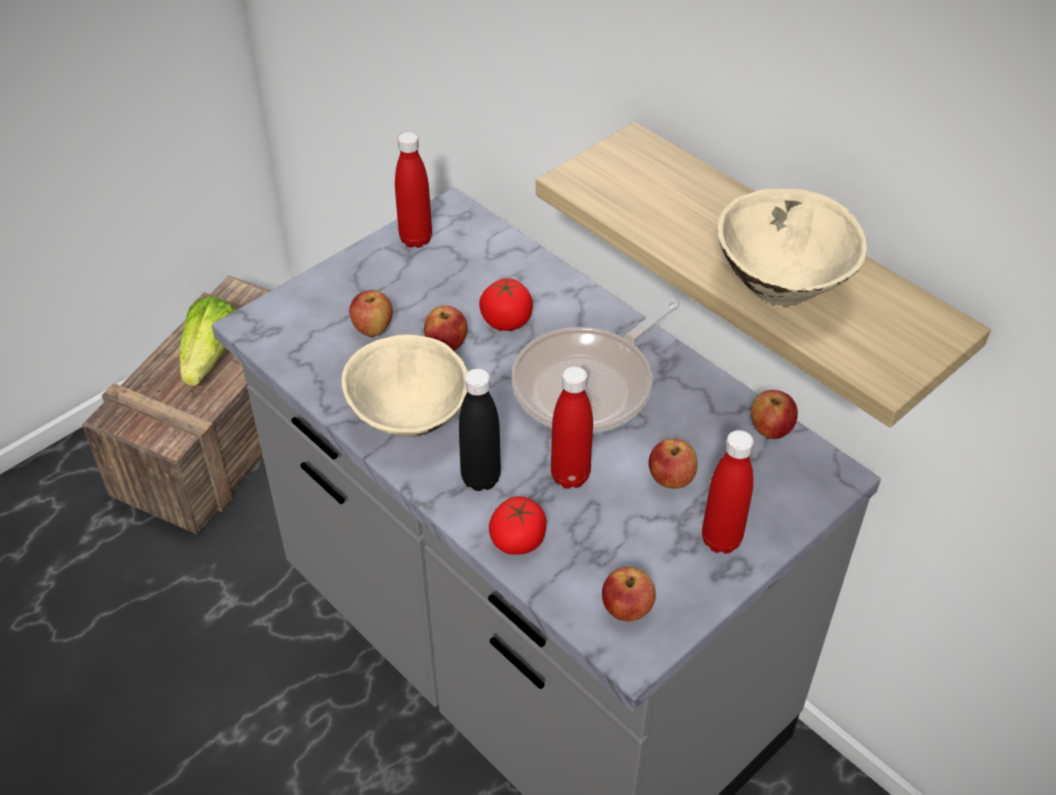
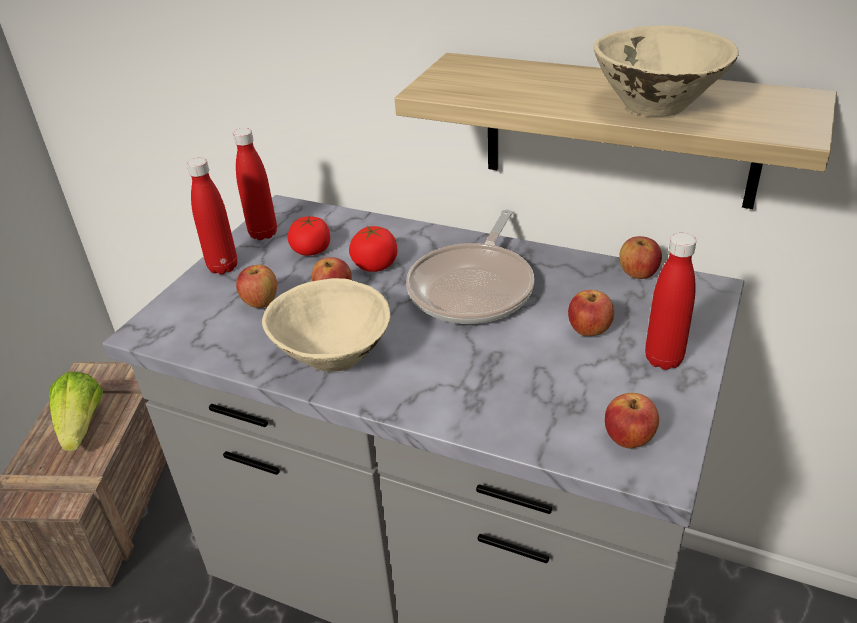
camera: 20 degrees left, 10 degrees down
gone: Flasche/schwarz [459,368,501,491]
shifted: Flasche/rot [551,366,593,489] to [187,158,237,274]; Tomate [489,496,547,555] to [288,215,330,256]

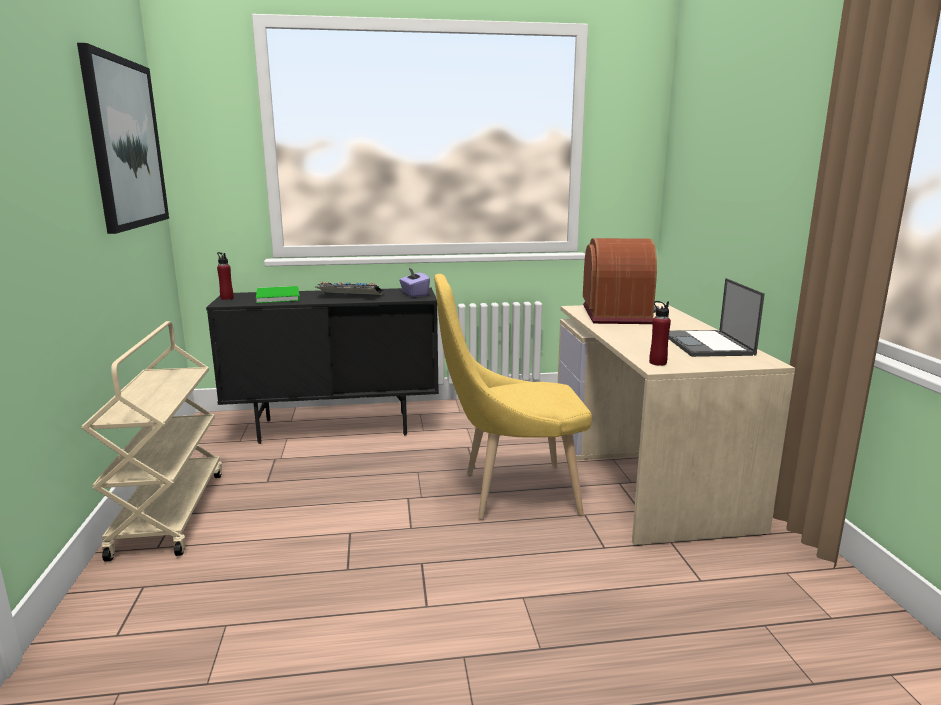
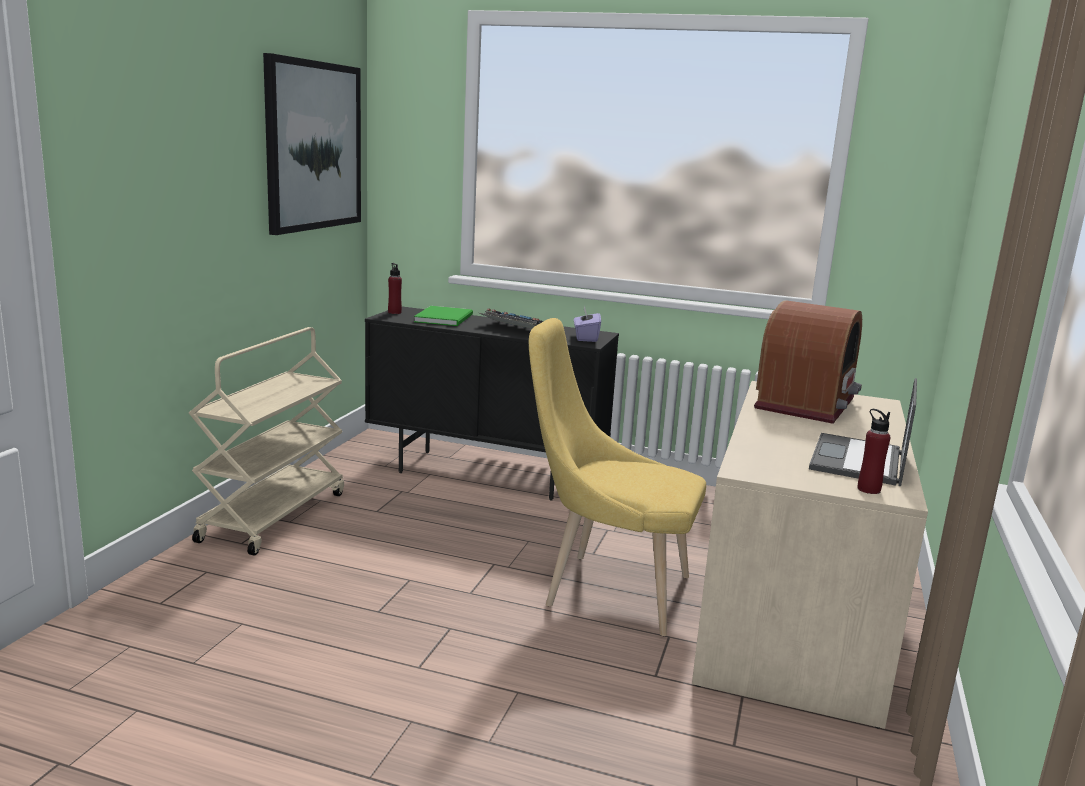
camera: 25 degrees right, 0 degrees up
shifted: Flasche/rot [649,301,671,366] to [857,409,890,494]

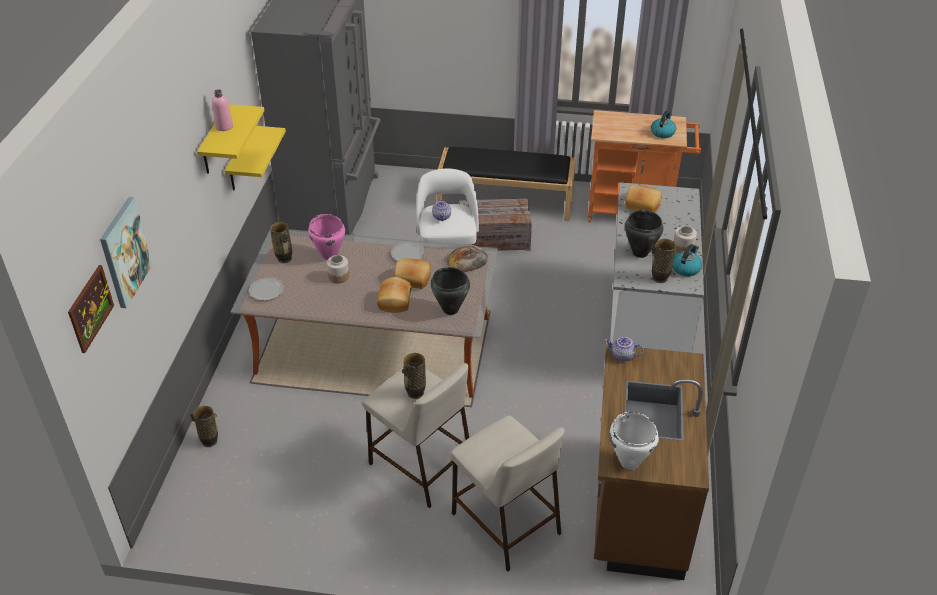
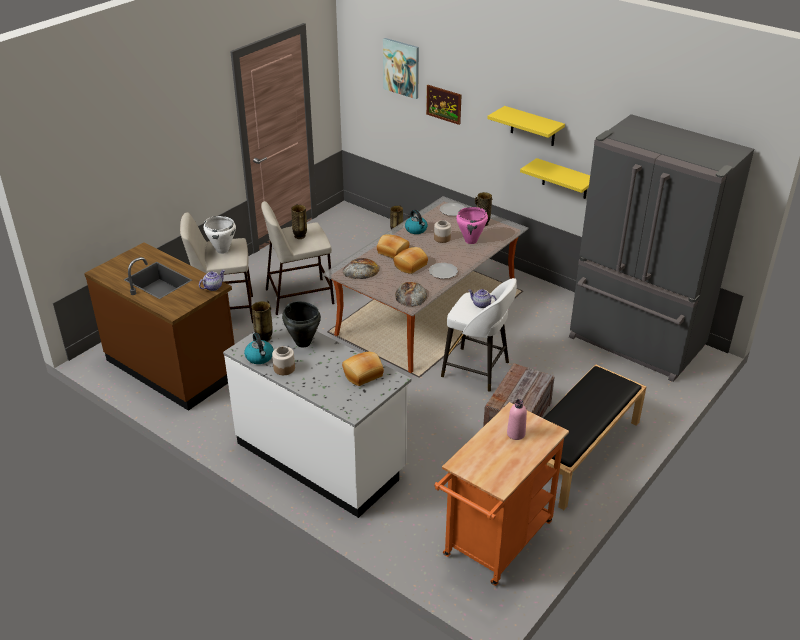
camera: 120 degrees right, 5 degrees down
shifted: Kochtopf/weiß [610,412,659,470] to [204,216,236,254]; Wasserkessel [651,111,676,138] to [405,210,428,234]; Bild [68,265,114,353] to [426,85,462,125]; Flasche/rosa [212,89,233,131] to [507,399,527,440]
swapped: Kochtopf/schwarz [431,267,470,315] to Brot [342,258,379,279]

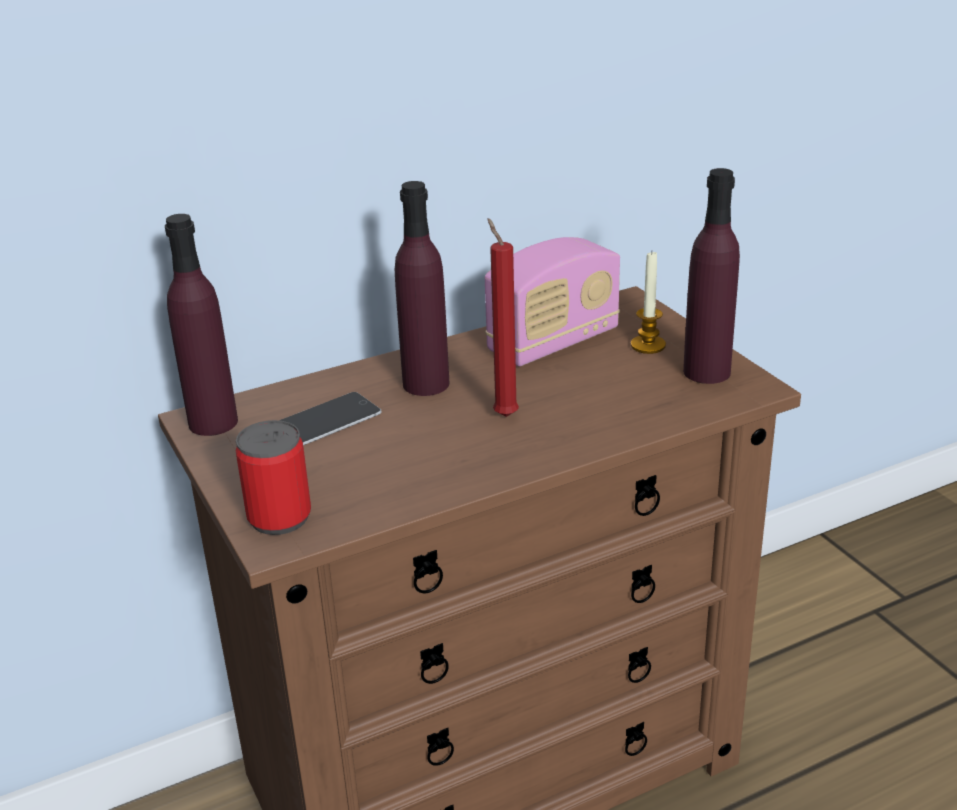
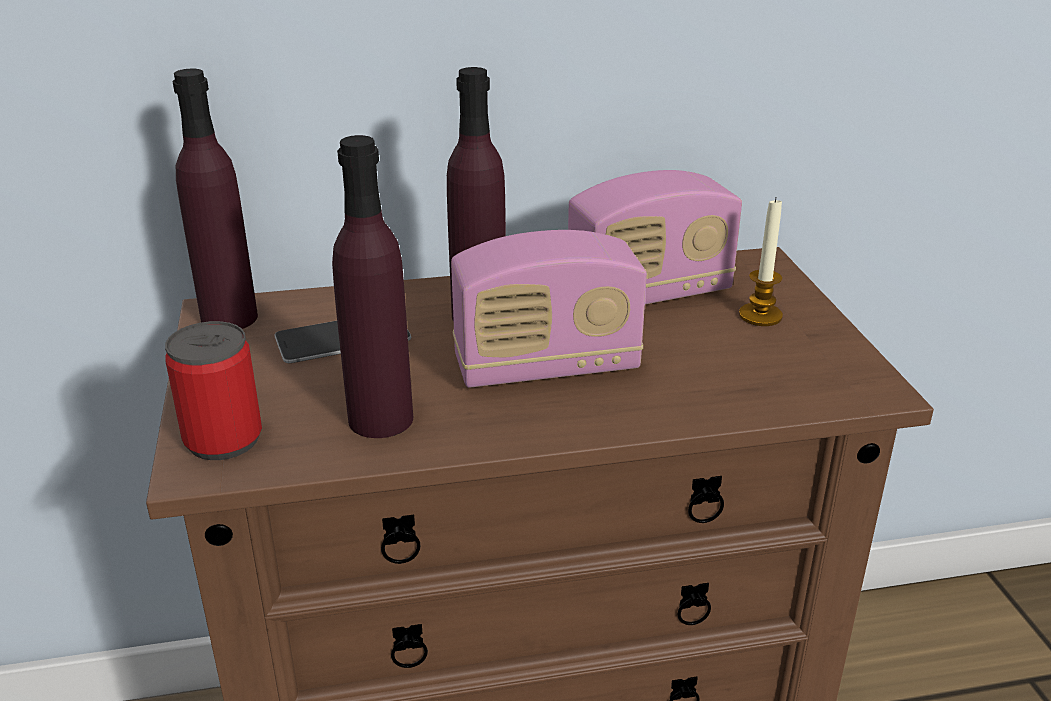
camera: 15 degrees right, 0 degrees up
shifted: Flasche/lila [683,168,740,384] to [332,135,413,438]
swapped: Kerze/rot [487,218,519,417] to Radio [451,230,647,388]

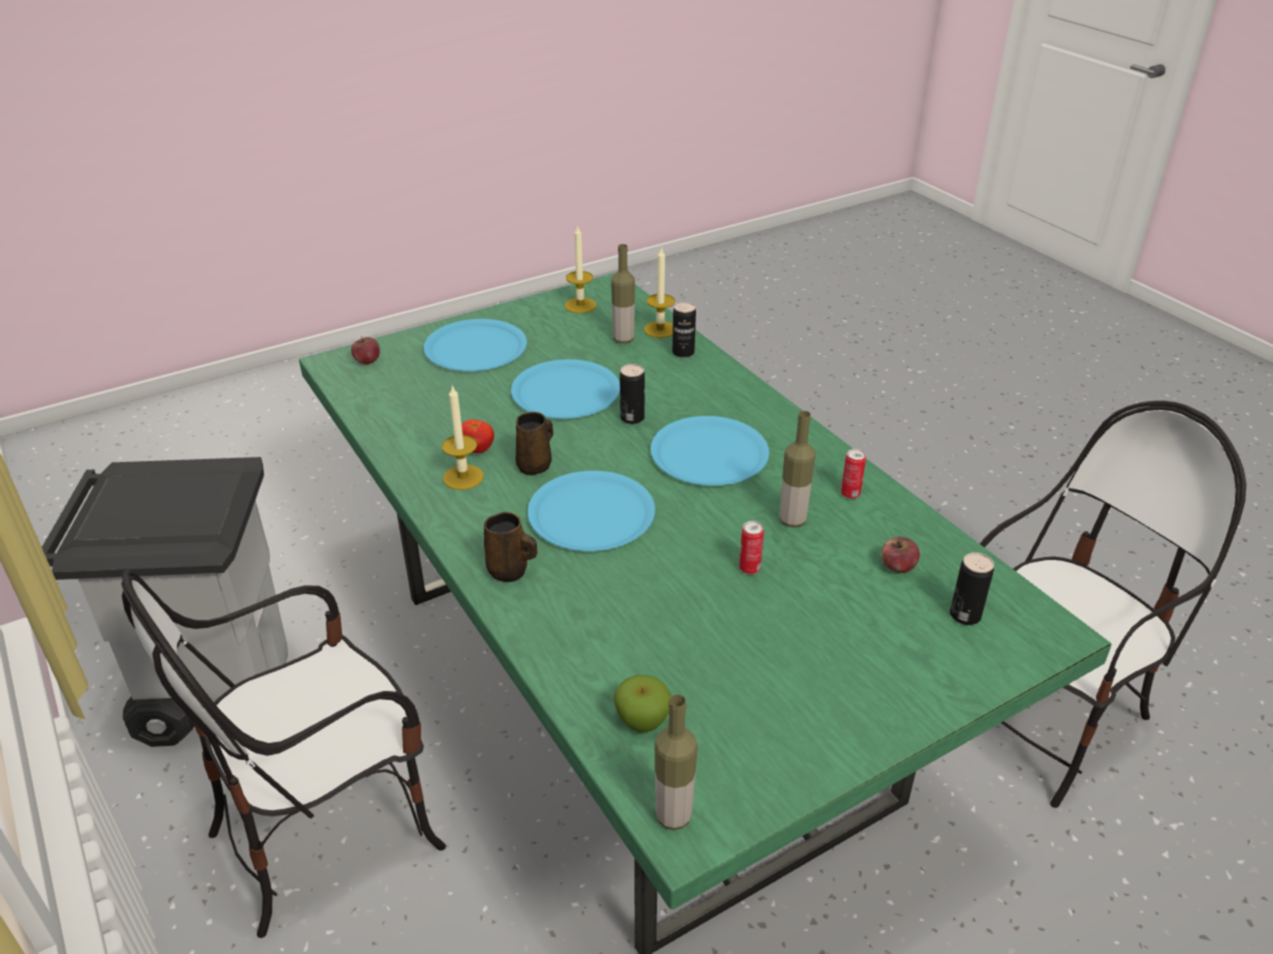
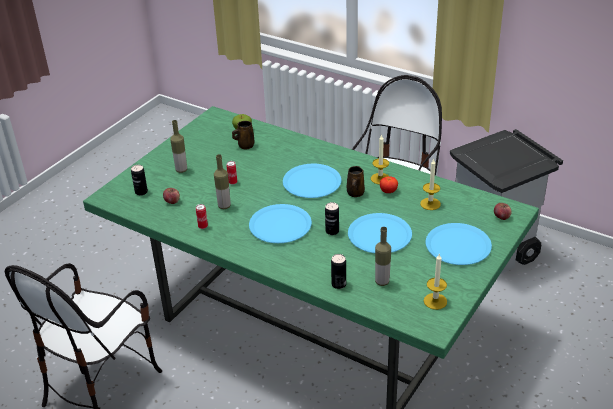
camera: 155 degrees right, 0 degrees up
shifted: Flasche [655,694,698,830] to [170,120,187,173]; Henkelbecher/braun [484,512,537,582] to [232,121,254,150]; Kerze [644,247,675,338] to [420,159,441,210]

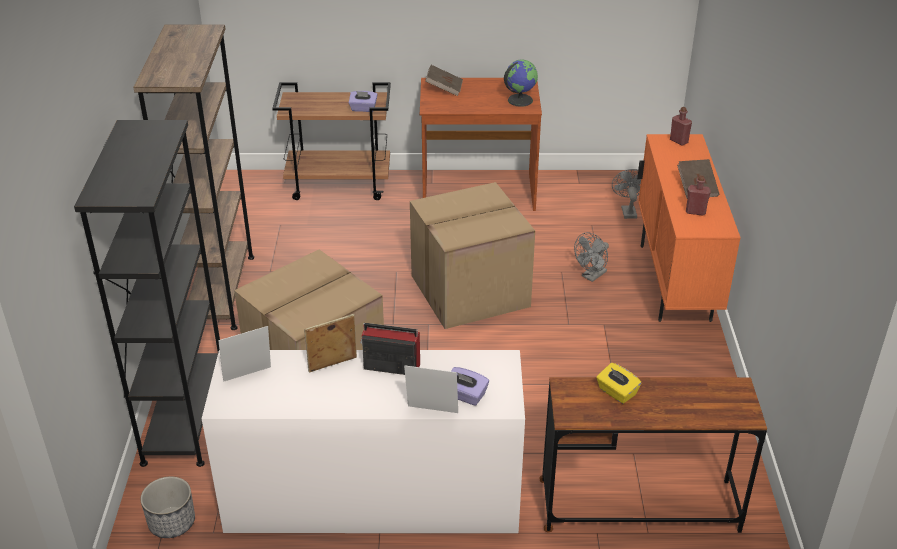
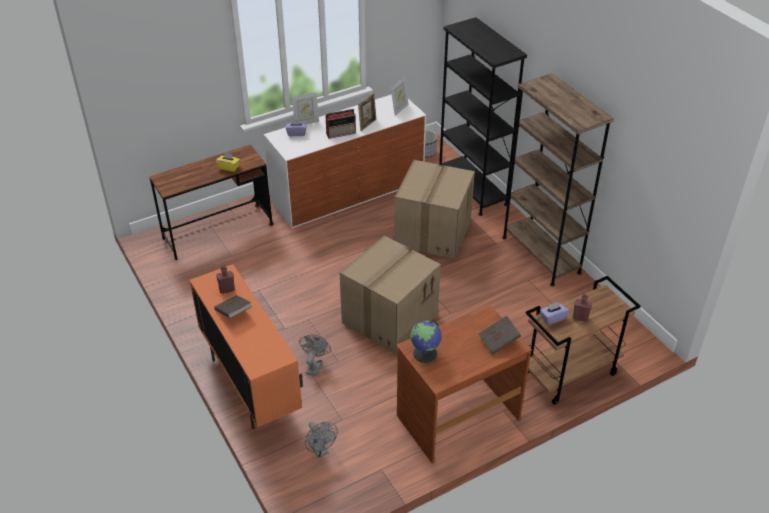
camera: 150 degrees right, 5 degrees up
shifted: Flasche/rot [670,107,692,146] to [573,294,592,322]

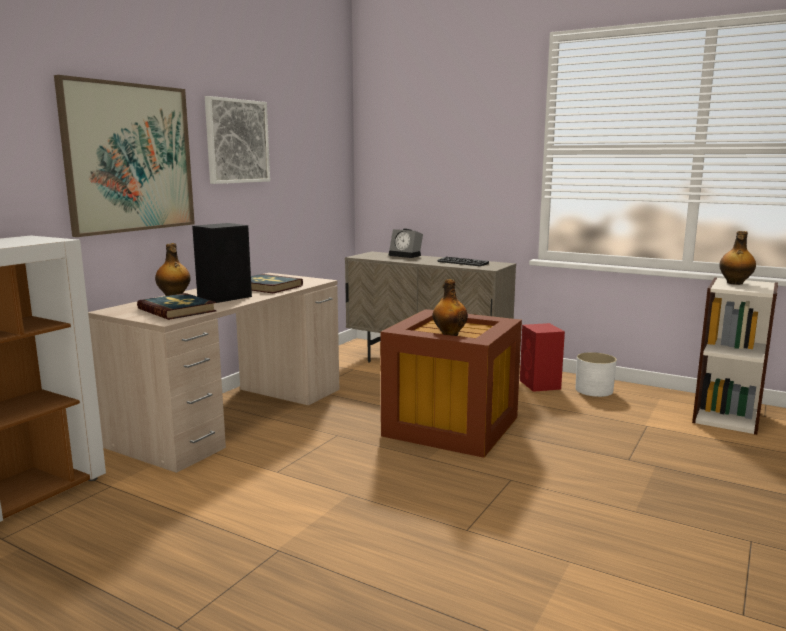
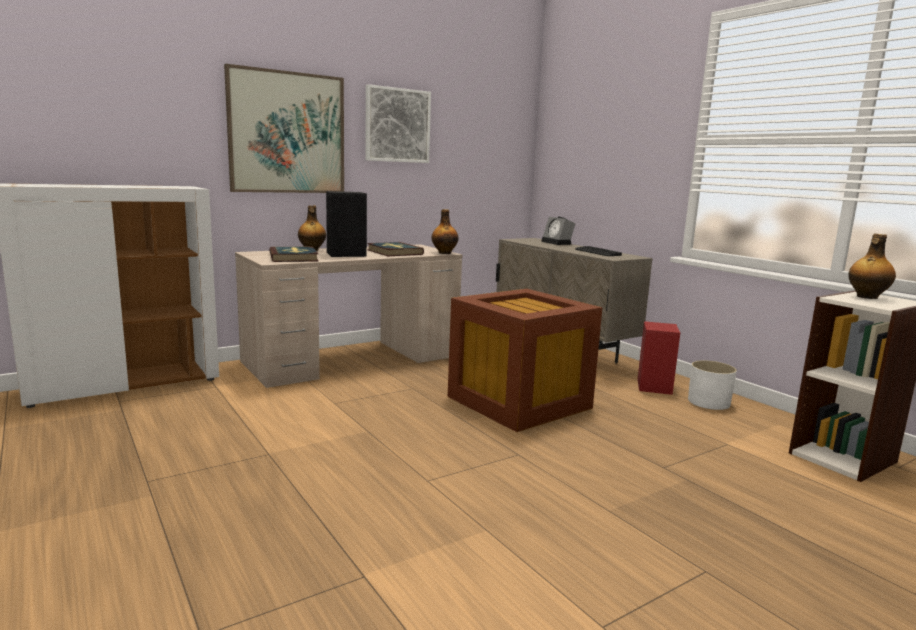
camera: 25 degrees right, 0 degrees up
shifted: Flasche [432,279,468,336] to [432,209,459,254]

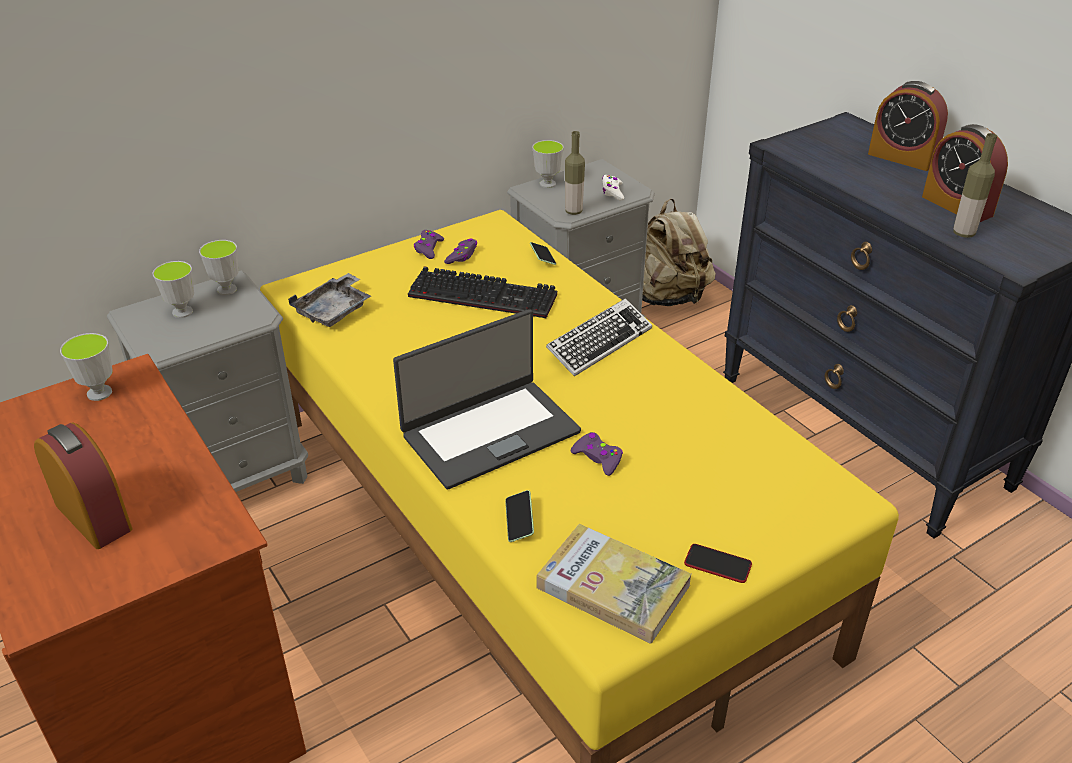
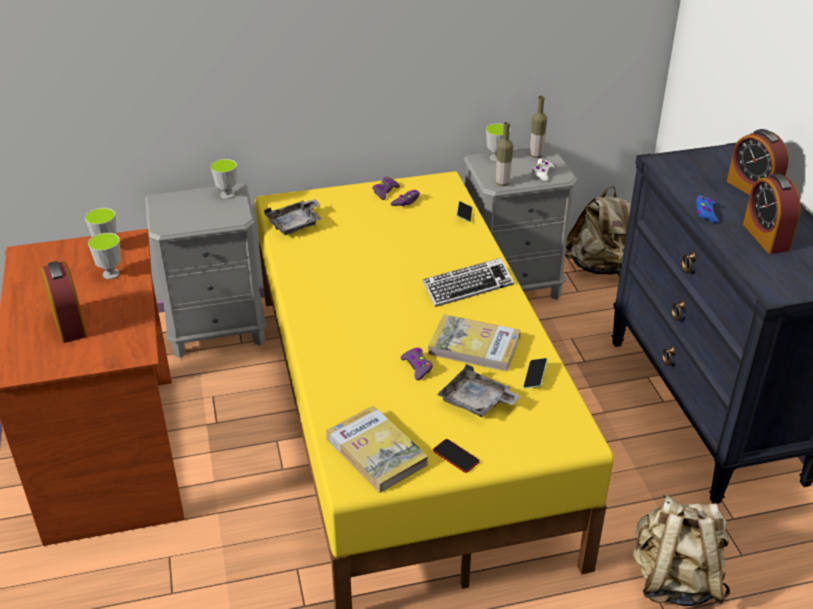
camera: 20 degrees right, 0 degrees up
gone: Laptop [393,309,581,490]; Tastatur [408,266,557,318]
new: Buch [428,314,521,372]; Tablett/grau [437,364,521,417]; Rucksack/beige [633,495,730,606]; Gamepad/blau [696,195,718,223]
shifted: Tasse [153,261,194,318] to [88,233,121,279]; Handy [505,490,534,542] to [523,358,548,388]; Flasche [953,133,997,238] to [530,96,547,158]

